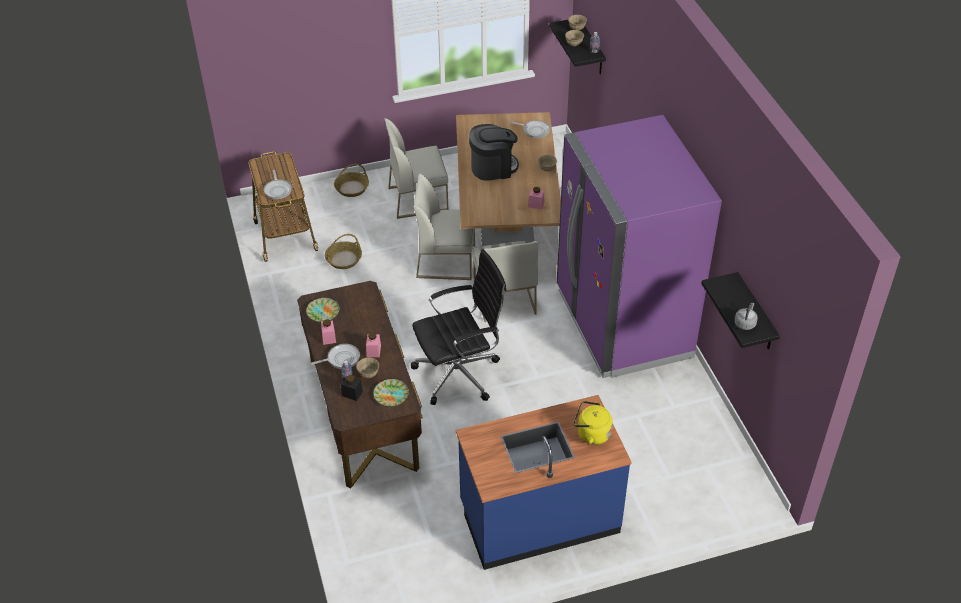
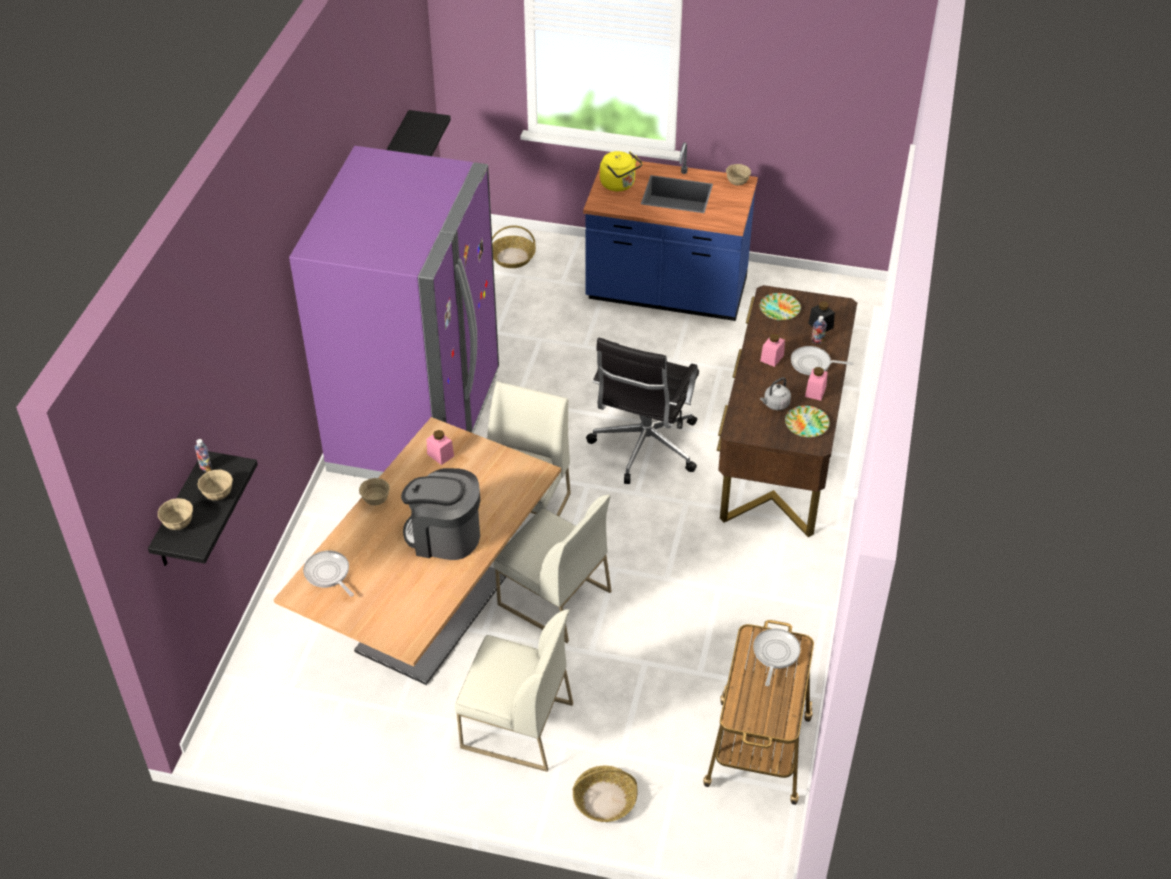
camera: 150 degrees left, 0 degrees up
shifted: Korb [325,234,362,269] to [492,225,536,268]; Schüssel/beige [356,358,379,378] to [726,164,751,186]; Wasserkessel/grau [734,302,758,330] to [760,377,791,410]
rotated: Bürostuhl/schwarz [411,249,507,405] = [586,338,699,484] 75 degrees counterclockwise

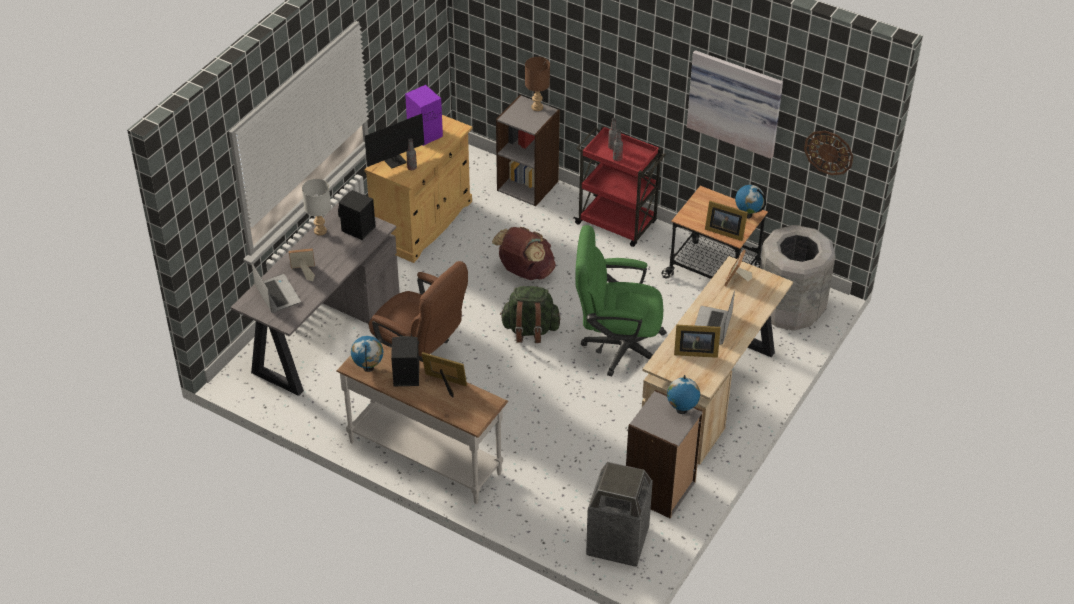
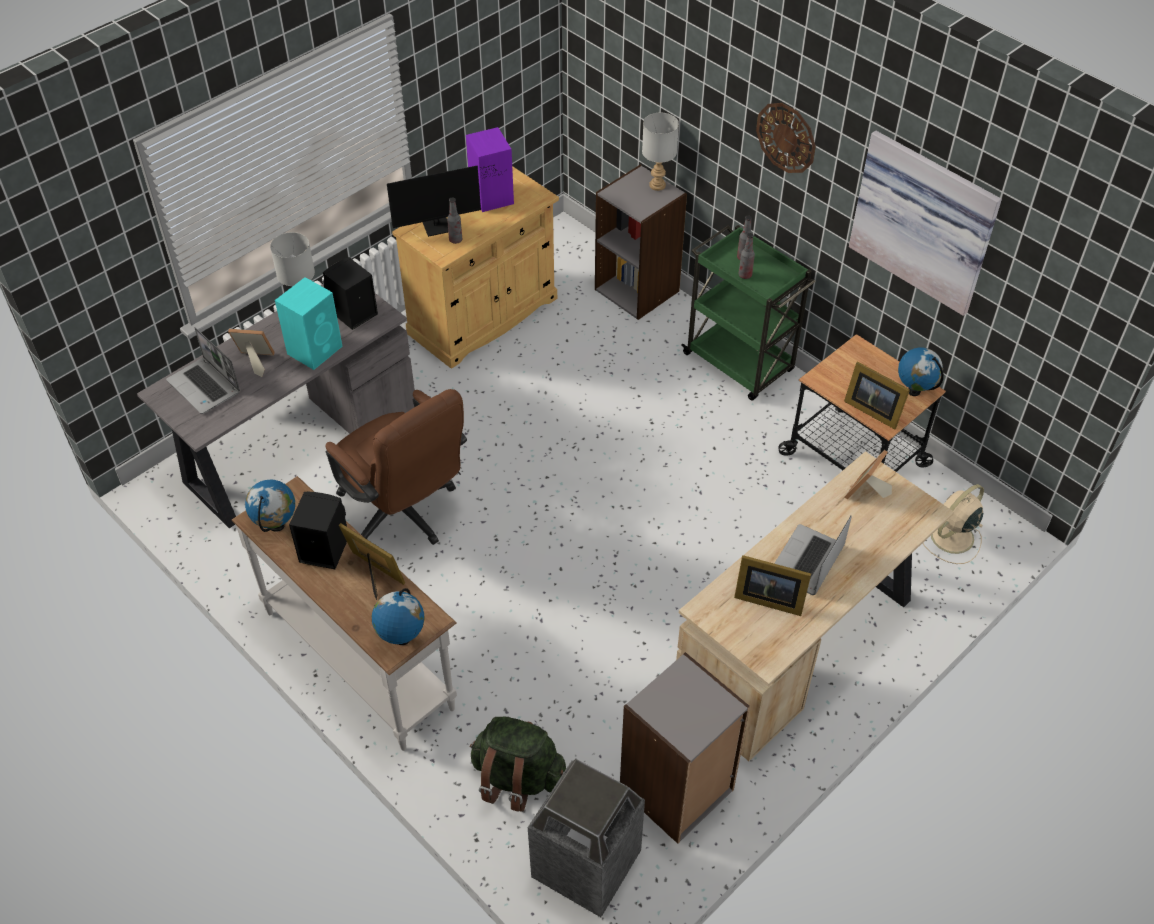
camera: 15 degrees right, 5 degrees up
gone: Rucksack/braun [492,227,556,280]; Bürostuhl/grün [575,225,667,377]
new: Lautsprecher/türkis [275,277,343,370]
shifted: Globus [667,375,700,414] to [372,588,424,645]; Rucksack/grün [500,286,560,343] to [470,716,566,812]; Wanduhr [804,130,853,175] to [756,103,816,173]
swapped: Mülleimer/grau [760,225,836,331] to Ventilator/beige [923,484,984,564]
repainted: Tischlampe/braun [525,57,550,111] to Tischlampe/grau [642,113,679,191]; Rollwagen/rot [573,126,666,247] to Rollwagen/grün [681,225,816,401]
rotated: Laptop [252,263,301,313] = [166,327,240,414] 150 degrees clockwise

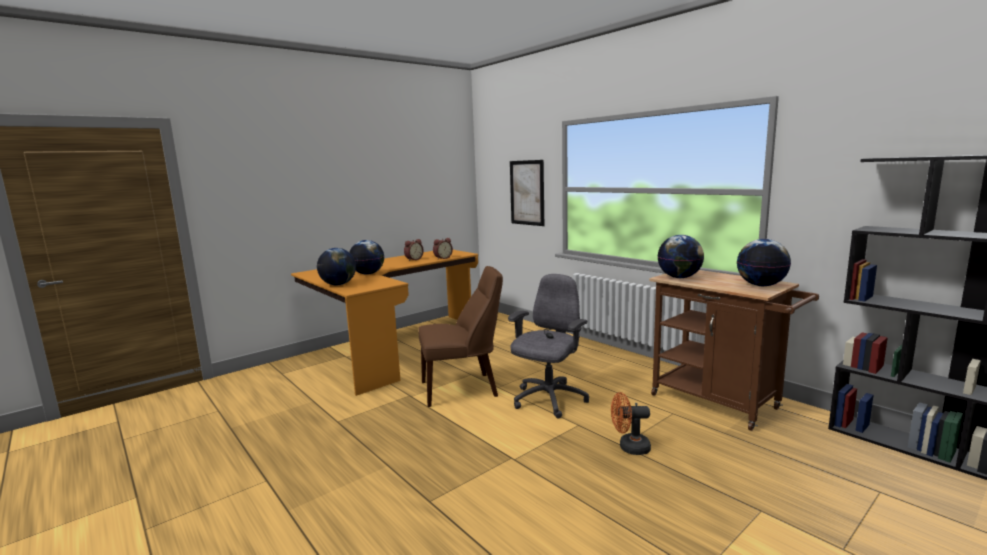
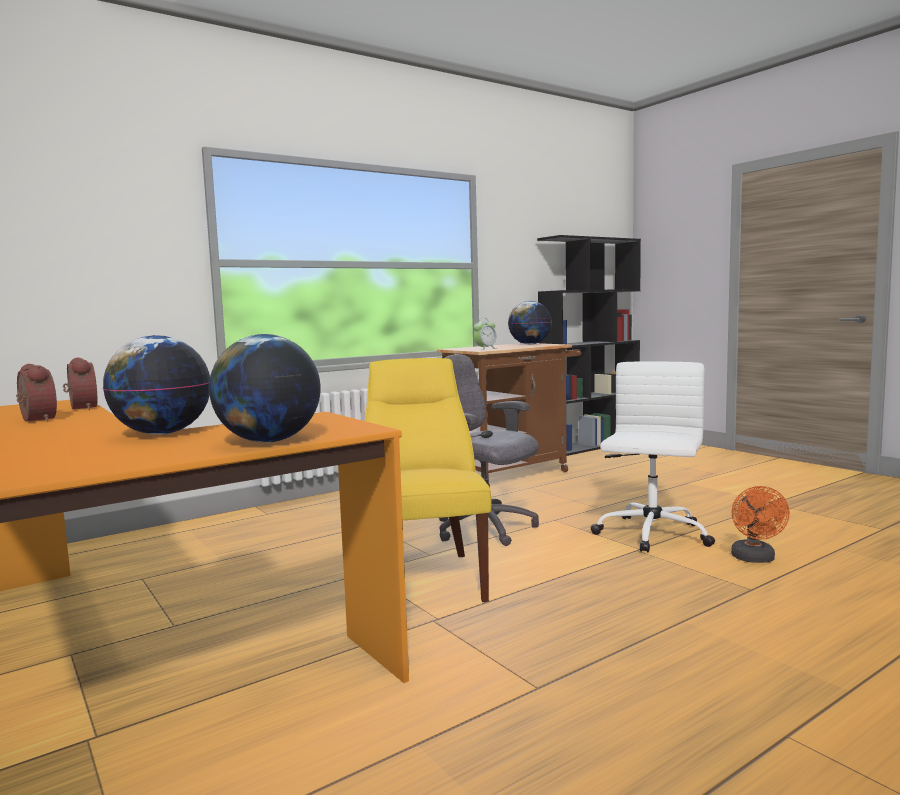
camera: 85 degrees left, 5 degrees down
gone: Bild [510,160,544,226]
new: Bürostuhl/weiß [591,362,715,552]
shifted: Ventilator/orange [611,392,651,455] to [731,486,790,563]
swapped: Globus [657,235,704,278] to Wecker [474,318,497,350]
repainted: Stuhl/braun [418,266,503,407] to Stuhl/gelb [365,358,492,602]

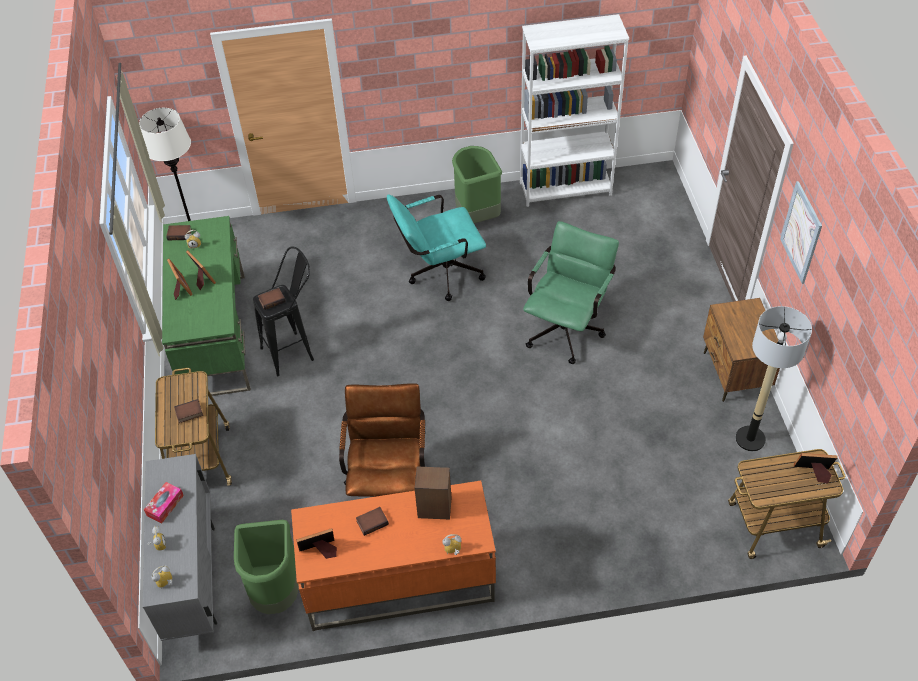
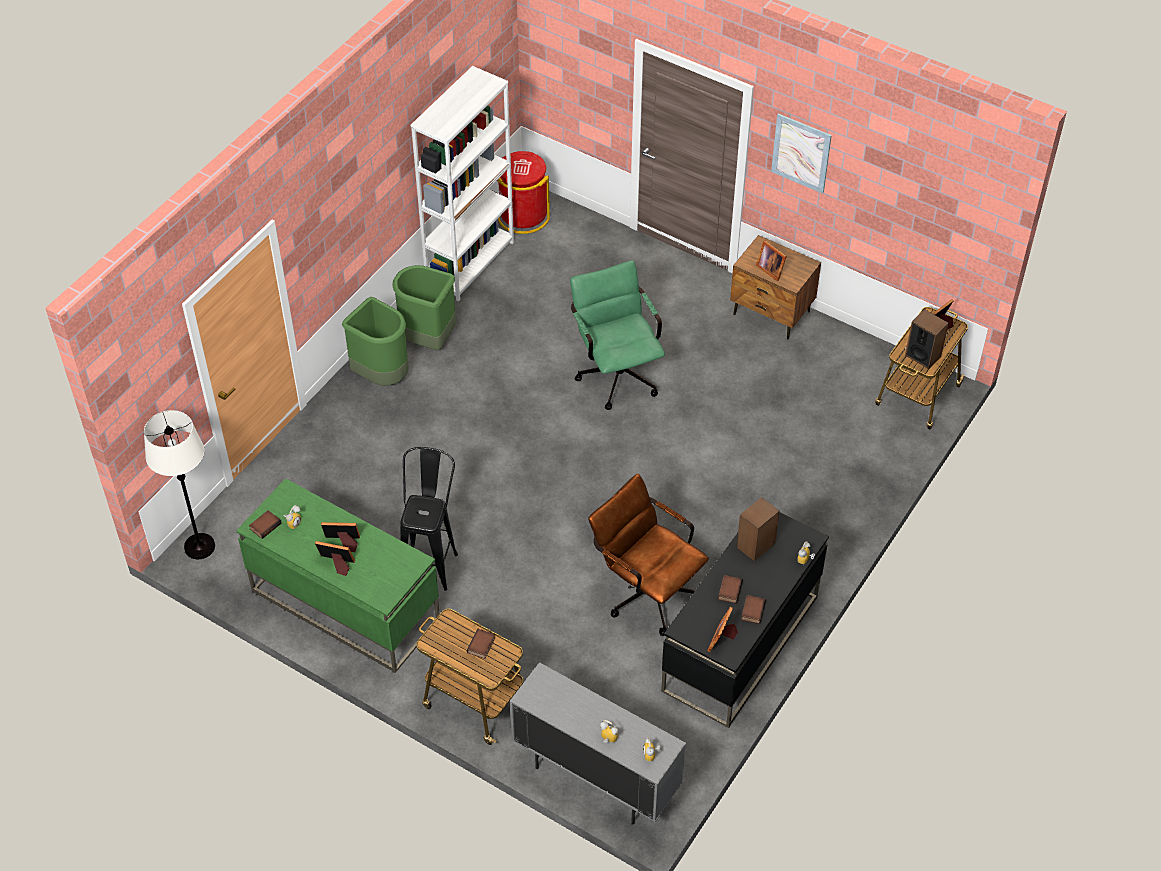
camera: 50 degrees left, 0 degrees up
gone: Taschentuchbox [144,482,184,523]; Bürostuhl/türkis [387,194,486,301]; Stehlampe [735,306,812,451]
new: Mülleimer/rot [497,151,550,234]; Bilderrahmen [756,240,787,281]; Lautsprecher [905,309,949,369]
shifted: Mülleimer/grün [234,520,299,614] to [342,297,409,386]; Buch [258,288,286,310] to [741,595,766,624]
repainted: Schreibtisch/orange [291,481,496,631] to Schreibtisch/schwarz [661,512,829,728]

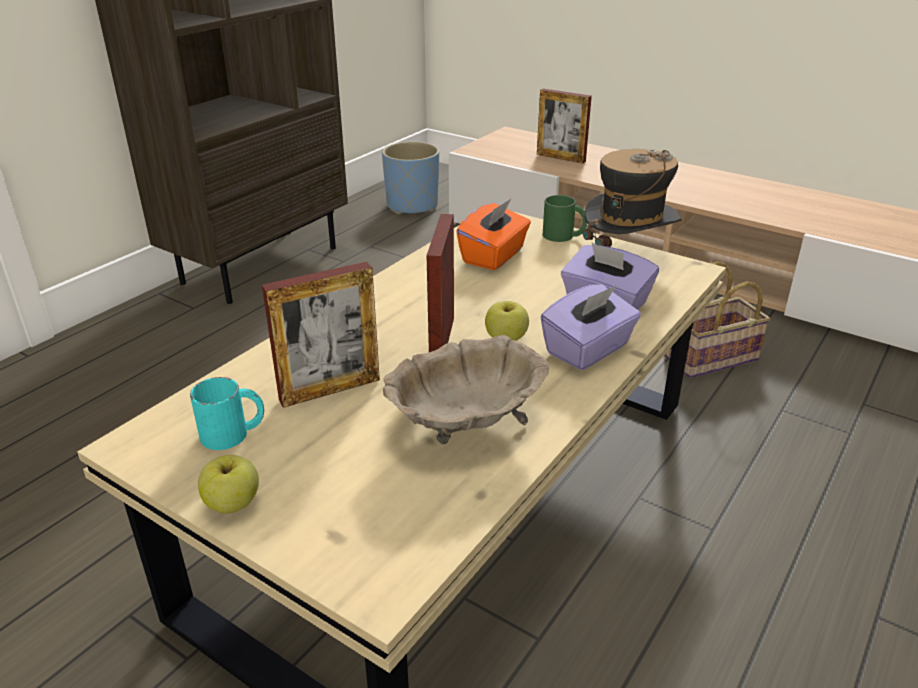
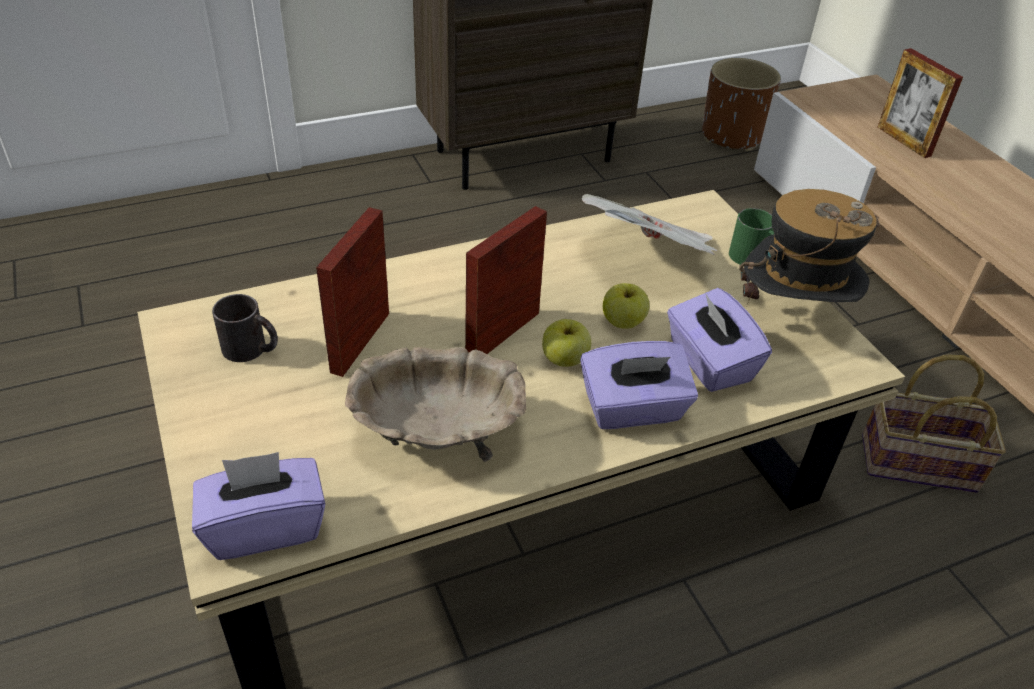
camera: 30 degrees right, 10 degrees up
new: Taschentuchbox/lila [192,452,325,560]
shifted: Apfel [198,455,259,514] to [603,283,650,329]
swapped: Taschentuchbox/orange [456,199,531,270] to Zeitung [582,194,717,255]
repainted: Henkelbecher/türkis [190,377,264,450] to Henkelbecher/schwarz [212,294,278,362]; Pflanzkübel/blau [382,142,439,214] to Pflanzkübel/braun [702,58,781,151]
rotated: Bilderrahmen [262,262,380,408] = [316,207,389,377] 105 degrees clockwise

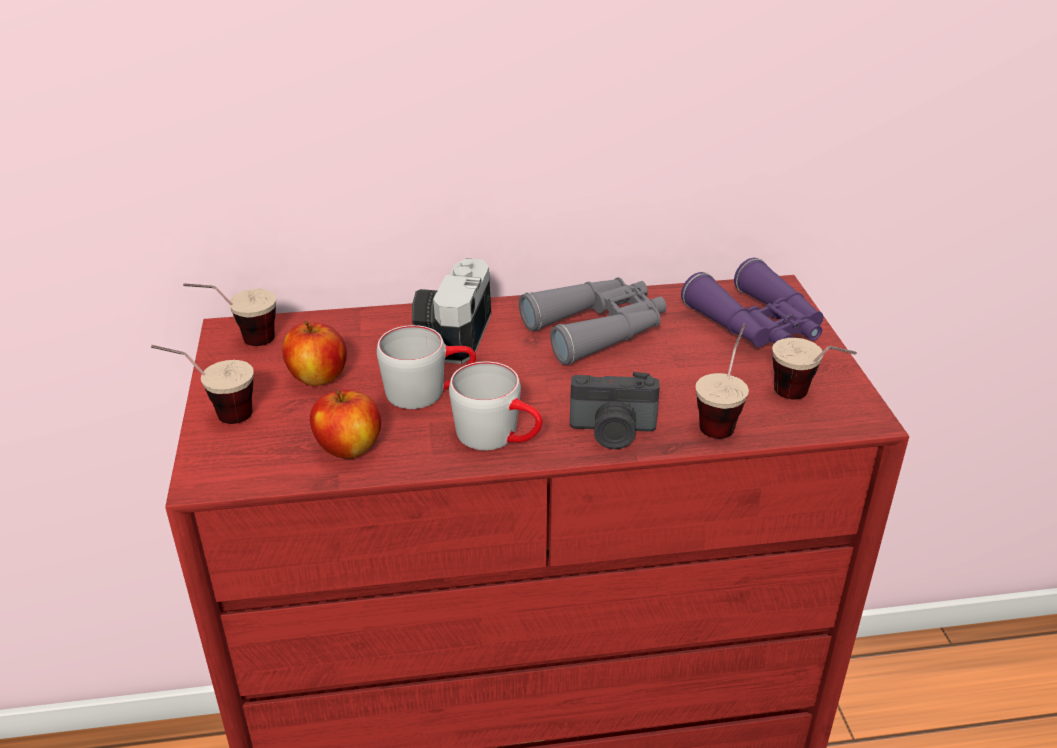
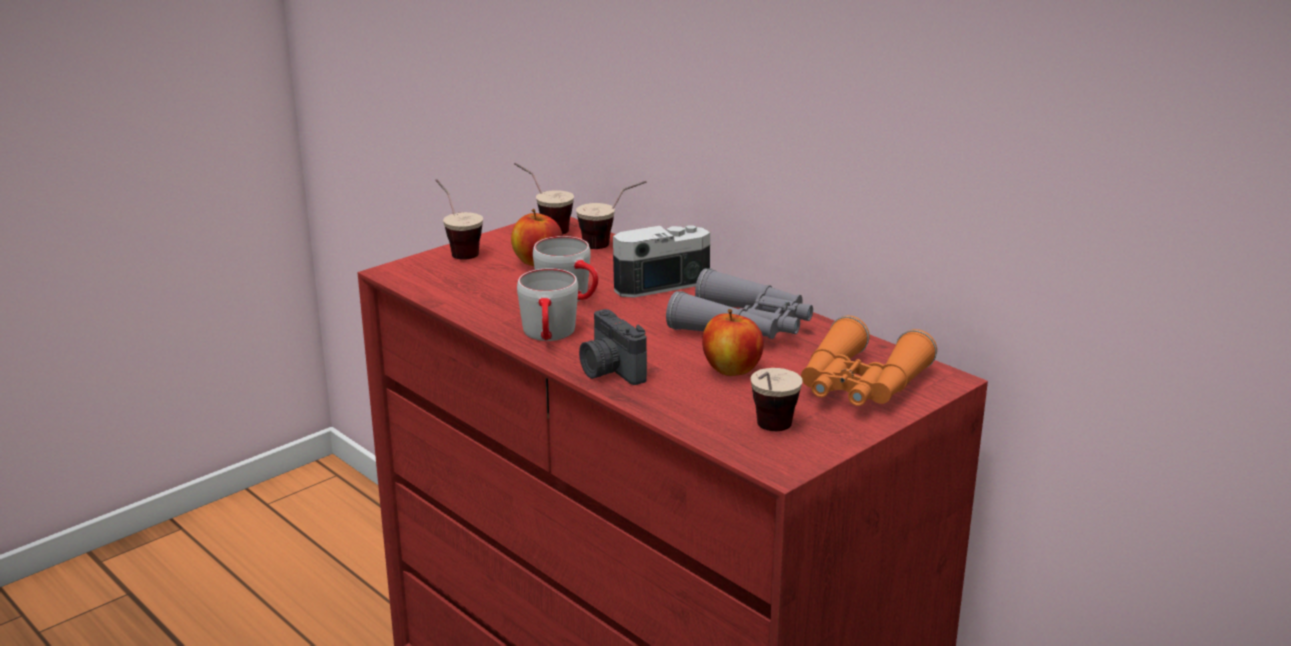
camera: 55 degrees right, 10 degrees down
shifted: Tasse [696,324,749,439] to [576,181,647,249]; Apfel [310,390,381,459] to [702,309,764,376]
repainted: Fernglas/lila [681,258,823,347] to Fernglas/orange [801,315,937,406]

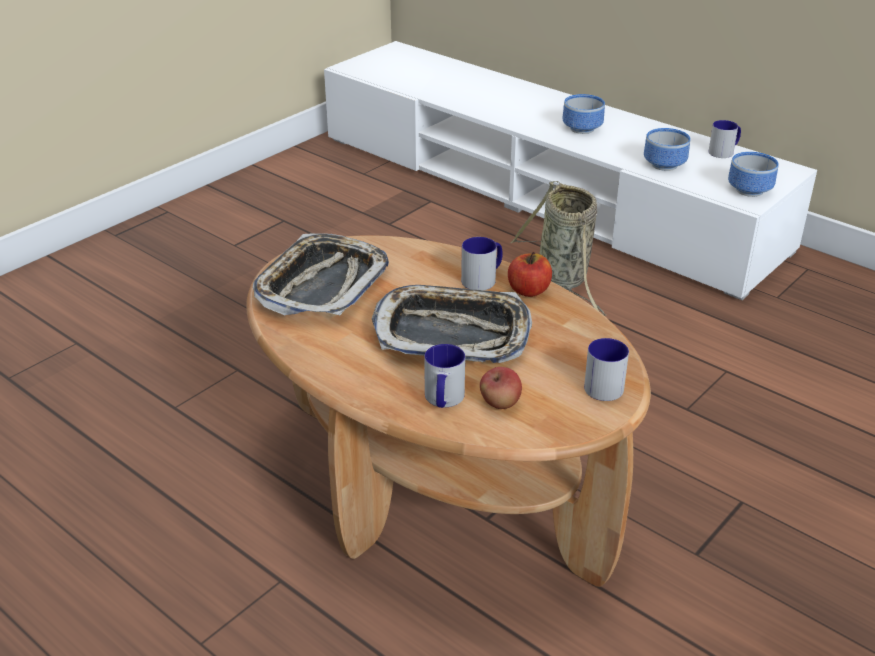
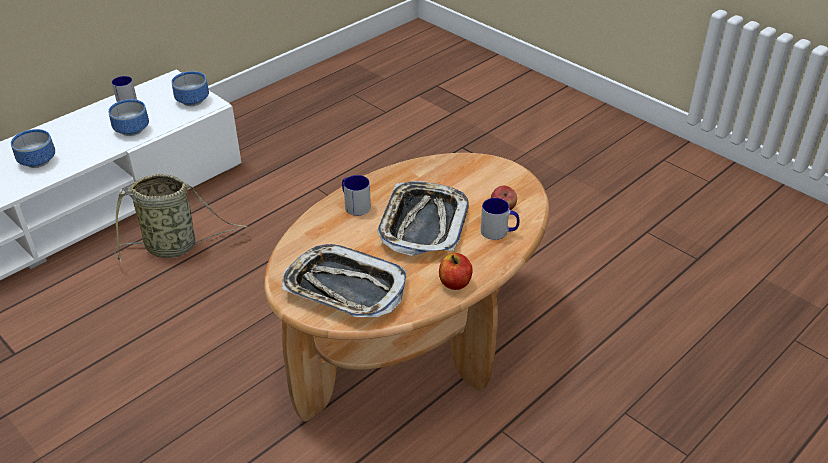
camera: 85 degrees left, 5 degrees up
gone: Henkelbecher [584,338,629,401]
shifted: Apfel [508,252,552,297] to [439,253,473,290]

